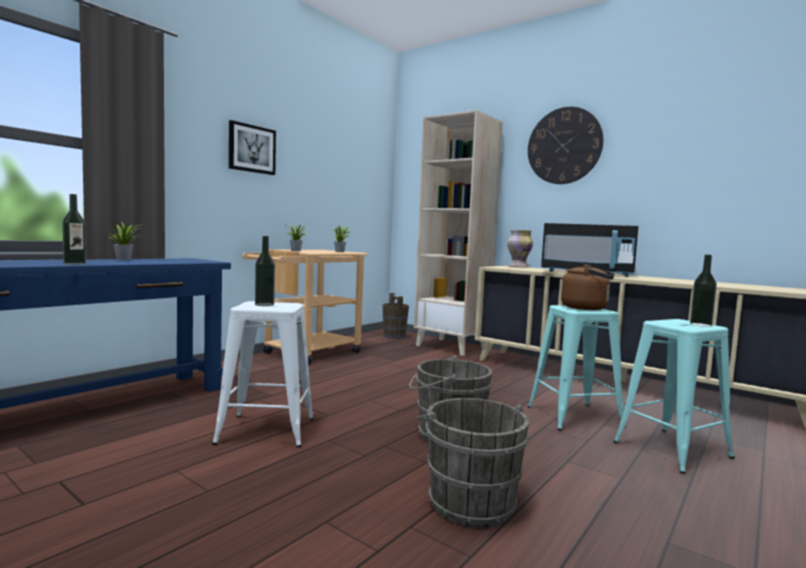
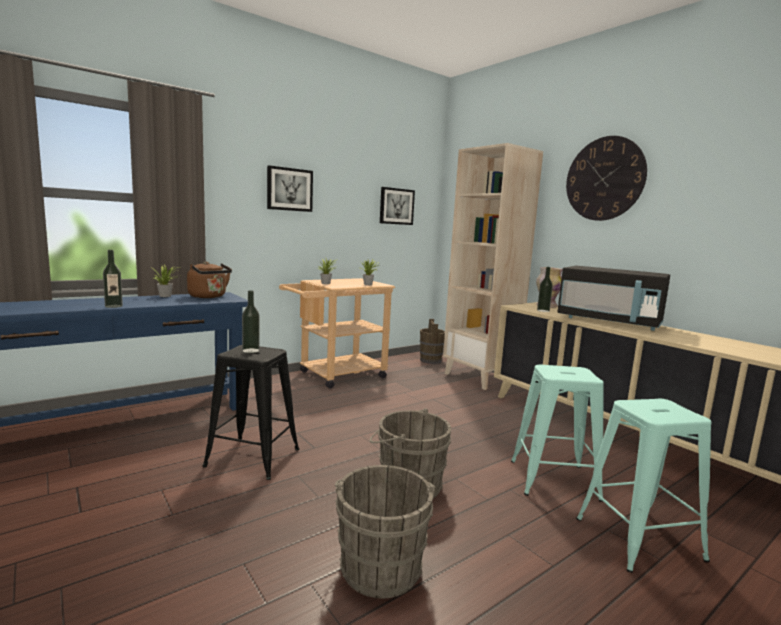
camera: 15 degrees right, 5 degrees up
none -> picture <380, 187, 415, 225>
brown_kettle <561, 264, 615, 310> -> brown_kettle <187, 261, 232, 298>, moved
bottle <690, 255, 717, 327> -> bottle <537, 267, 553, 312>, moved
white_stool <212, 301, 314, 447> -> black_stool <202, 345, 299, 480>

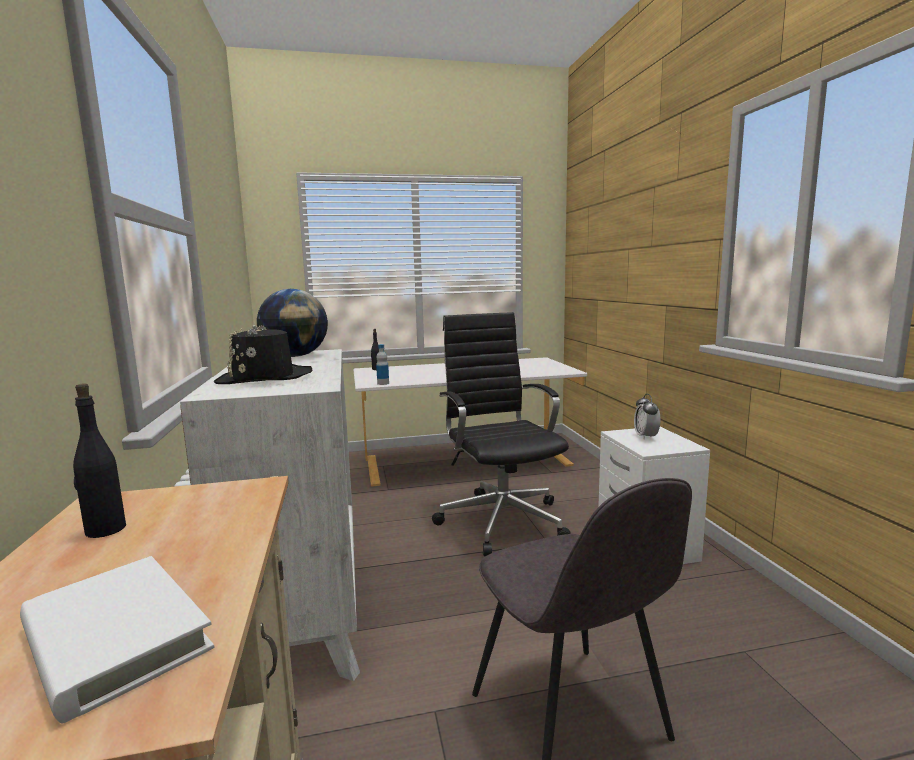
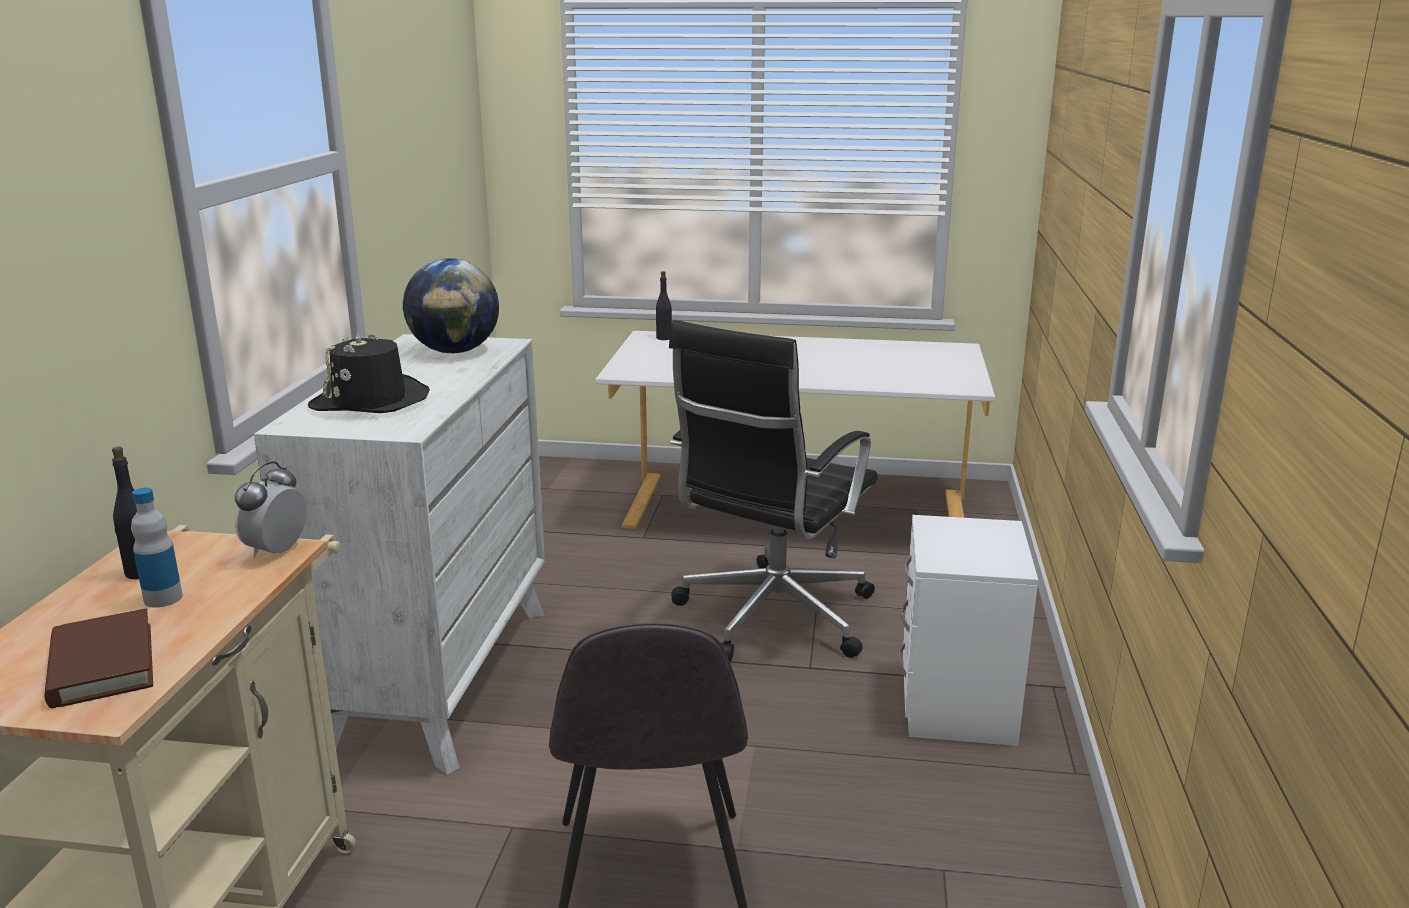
camera: 20 degrees right, 10 degrees up
bottle <376, 344, 389, 385> -> bottle <131, 488, 183, 608>, moved
alarm_clock <634, 394, 661, 440> -> alarm_clock <235, 461, 307, 558>, moved
white_book <20, 556, 215, 723> -> brown_book <44, 608, 153, 708>
black_office_chair <432, 312, 571, 556> -> black_office_chair <669, 320, 878, 662>, 150 degrees counterclockwise

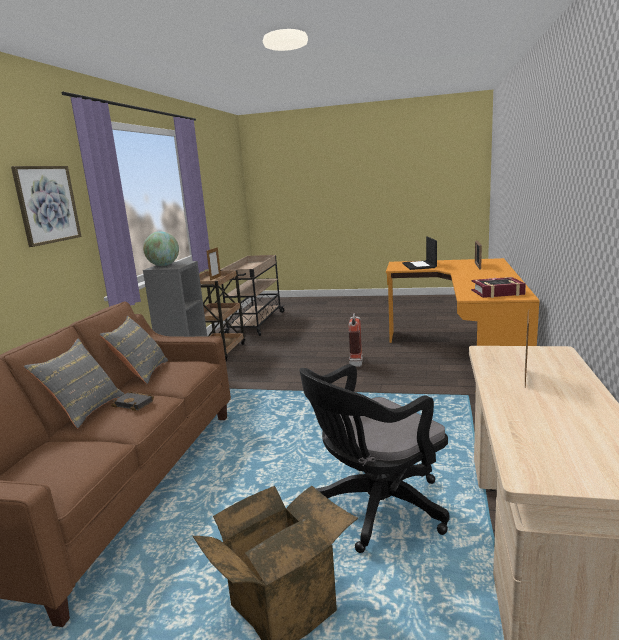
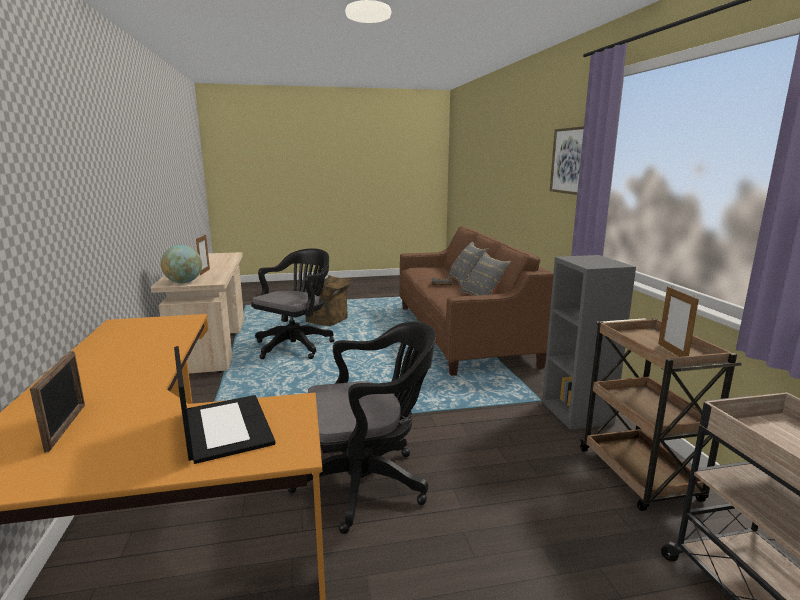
camera: 155 degrees right, 0 degrees up
book <471, 277, 526, 298> -> none
globe <143, 231, 179, 266> -> globe <161, 245, 202, 283>, moved
fire_extinguisher <349, 313, 363, 367> -> black_office_chair <287, 322, 436, 534>

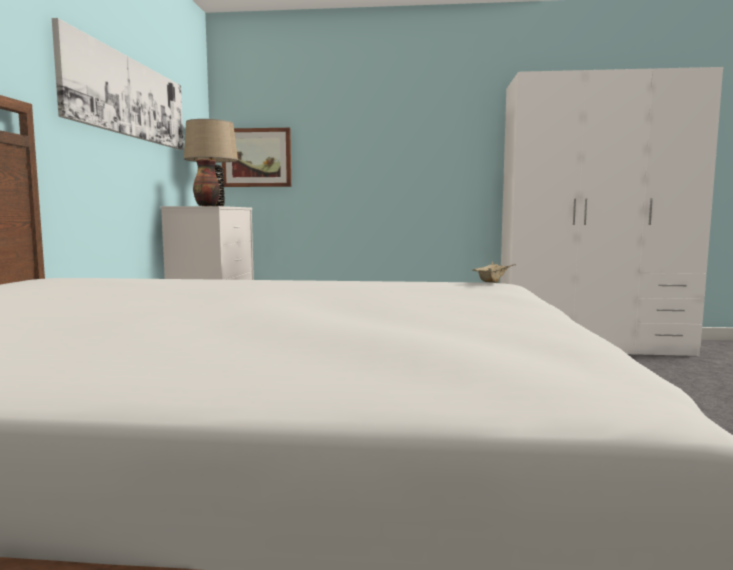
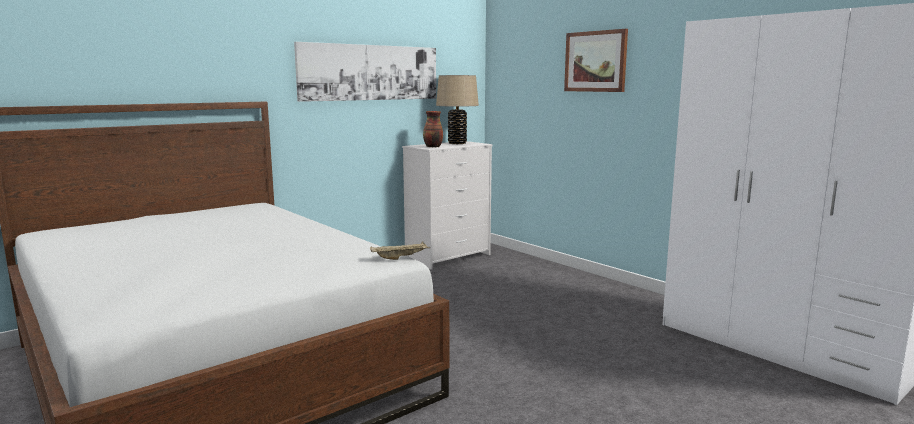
camera: 45 degrees right, 5 degrees up
picture <222, 128, 291, 187> -> picture <564, 29, 628, 92>, moved

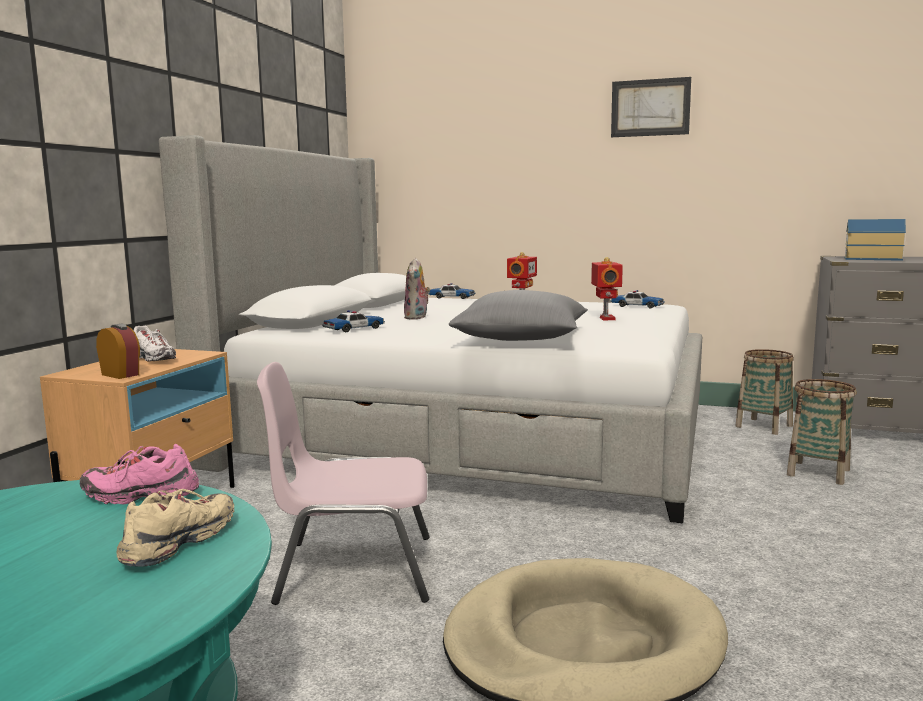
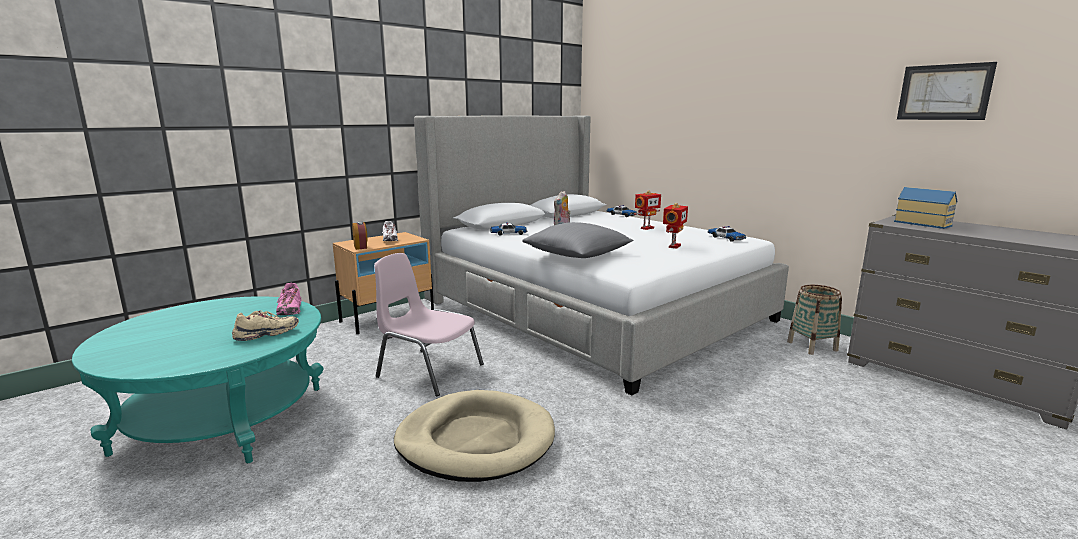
camera: 30 degrees right, 5 degrees up
basket <787, 379, 857, 485> -> none
picture <611, 77, 691, 137> -> picture <897, 62, 997, 120>, moved
pink_shoe <80, 444, 199, 504> -> pink_shoe <276, 283, 301, 315>, 135 degrees counterclockwise

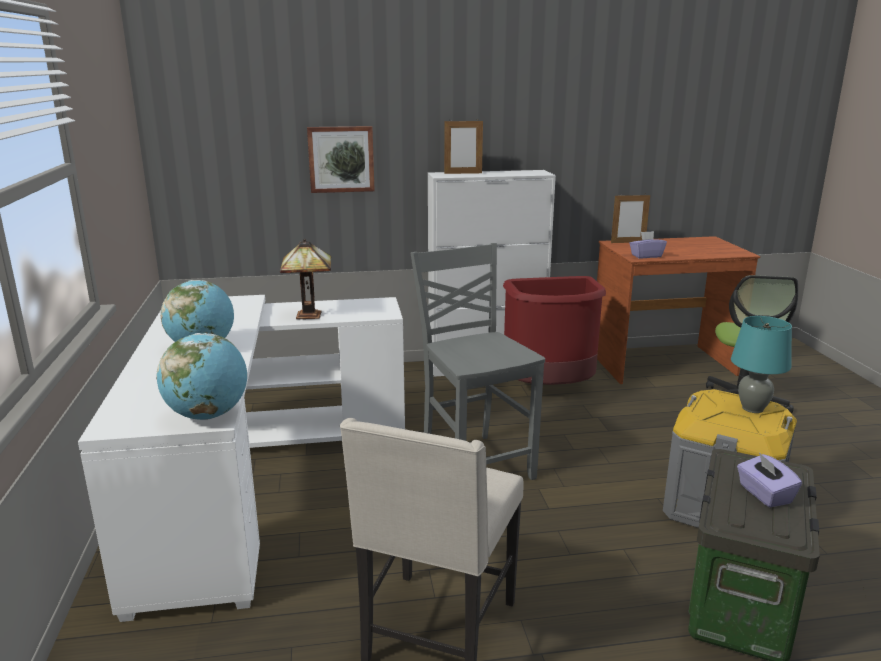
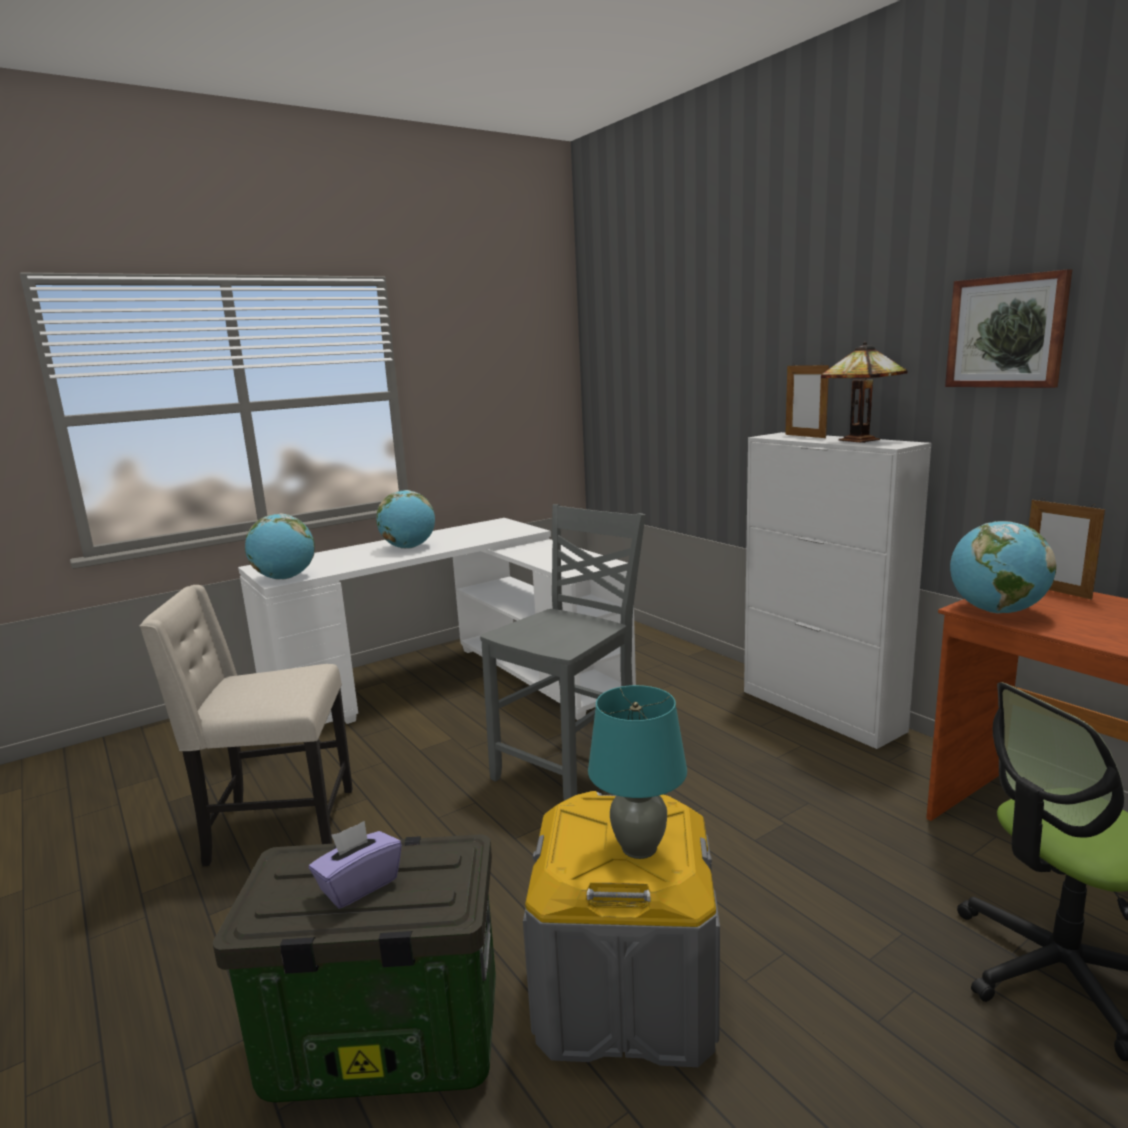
camera: 65 degrees right, 5 degrees down
red_trash_can <503, 276, 606, 385> -> none
table_lamp <280, 239, 331, 319> -> table_lamp <821, 341, 908, 443>, moved
picture <307, 126, 375, 193> -> picture <945, 269, 1072, 388>, moved
purple_tissue_box <629, 231, 667, 258> -> globe <950, 521, 1056, 614>

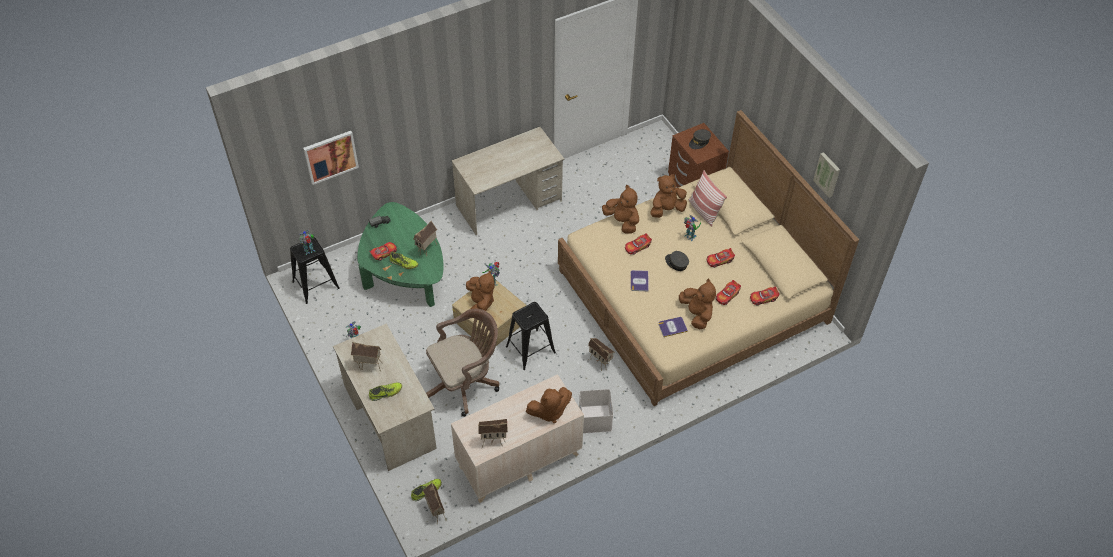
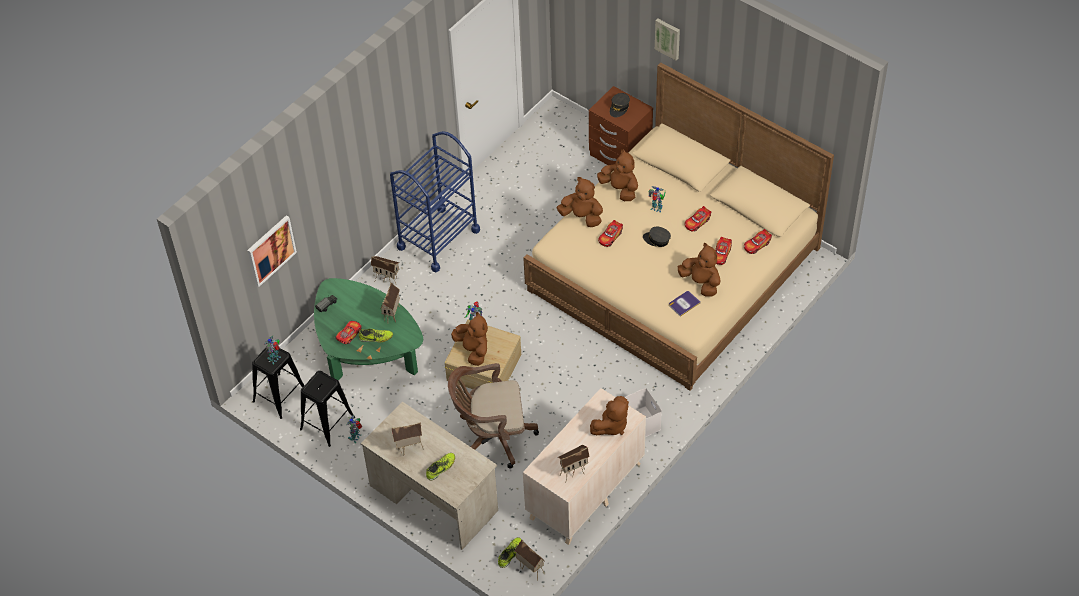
camera: 20 degrees left, 0 degrees up
book <631, 270, 649, 291> -> none
pillow <688, 170, 727, 226> -> none
black_stool <506, 302, 556, 370> -> black_stool <300, 371, 355, 447>, moved
toy_house <588, 338, 615, 371> -> toy_house <371, 256, 400, 284>, moved
picture <813, 152, 840, 198> -> picture <655, 19, 680, 60>, moved
beige_desk <452, 127, 564, 235> -> blue_cart <390, 131, 480, 272>
brown_office_chair <426, 309, 499, 417> -> brown_office_chair <448, 363, 539, 469>, 135 degrees counterclockwise
brown_plush_toy <650, 174, 687, 218> -> brown_plush_toy <597, 149, 638, 201>, 90 degrees clockwise

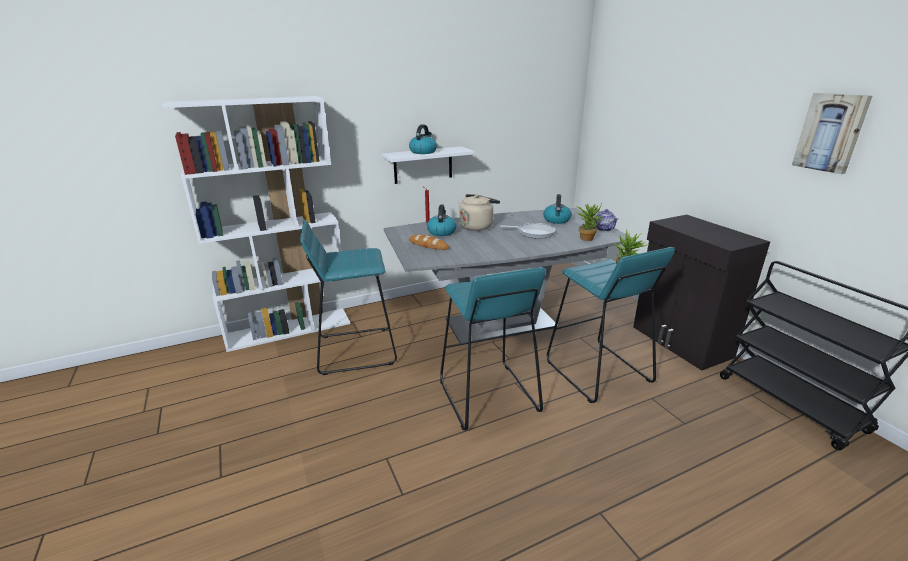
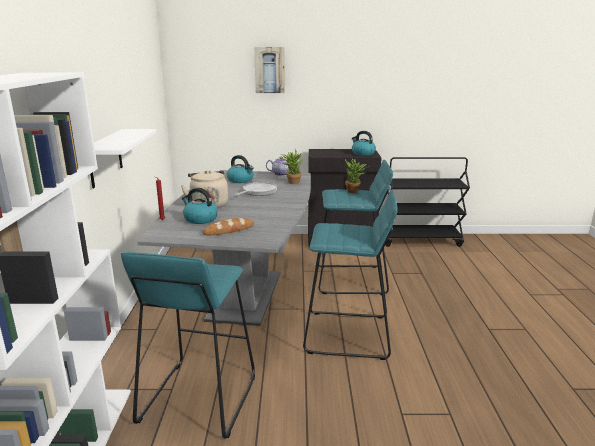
camera: 65 degrees left, 5 degrees down
kettle <409, 124, 437, 154> -> kettle <352, 131, 376, 156>, moved
picture <792, 93, 872, 174> -> picture <254, 47, 285, 93>, moved

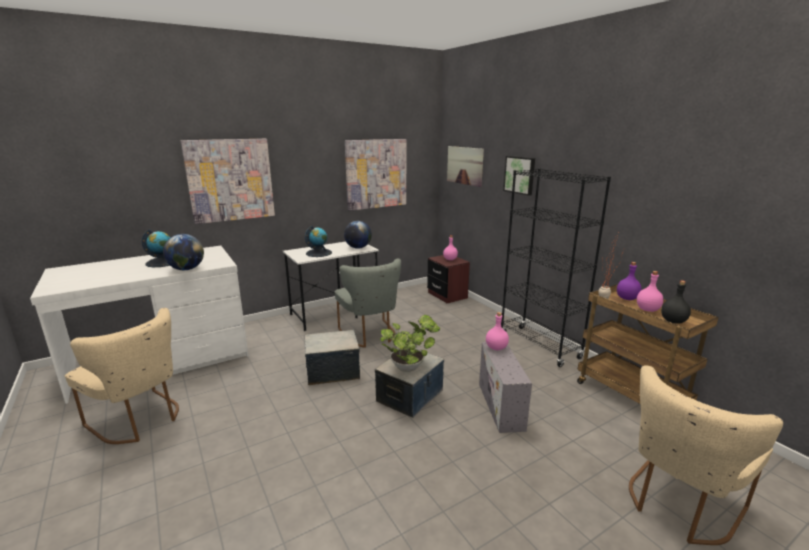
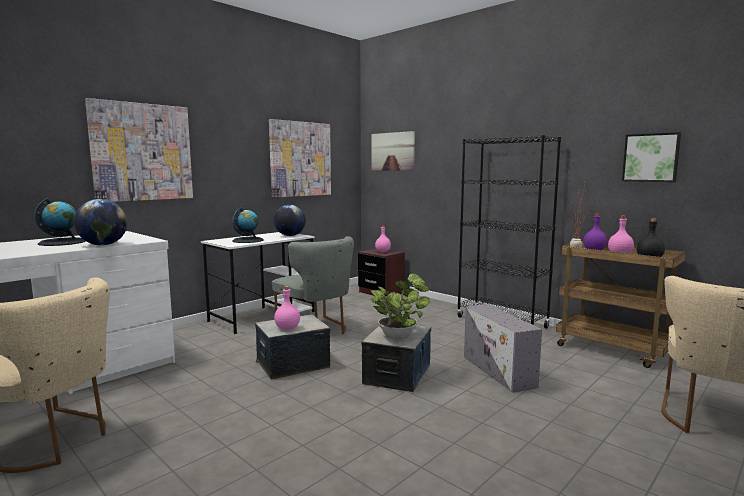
camera: 15 degrees left, 10 degrees down
pink_bottle <486, 312, 509, 350> -> pink_bottle <274, 286, 300, 330>, moved
picture <503, 156, 535, 196> -> picture <622, 132, 681, 182>, moved

